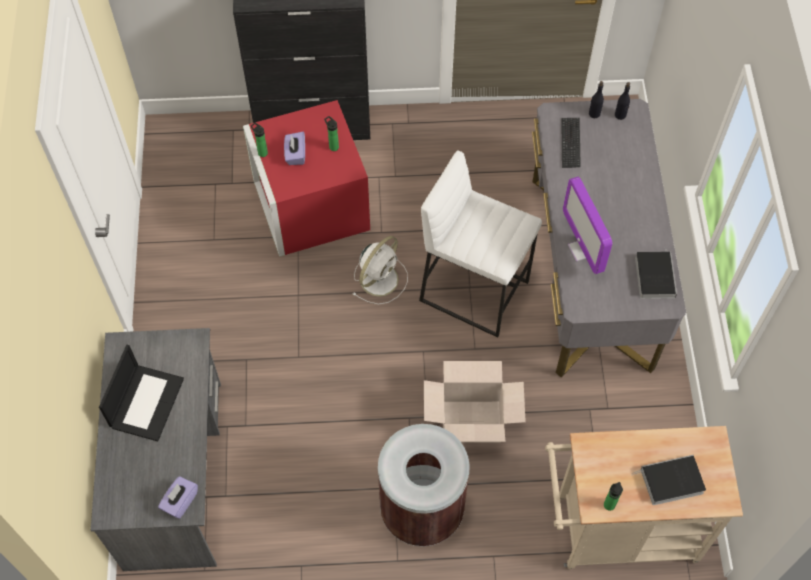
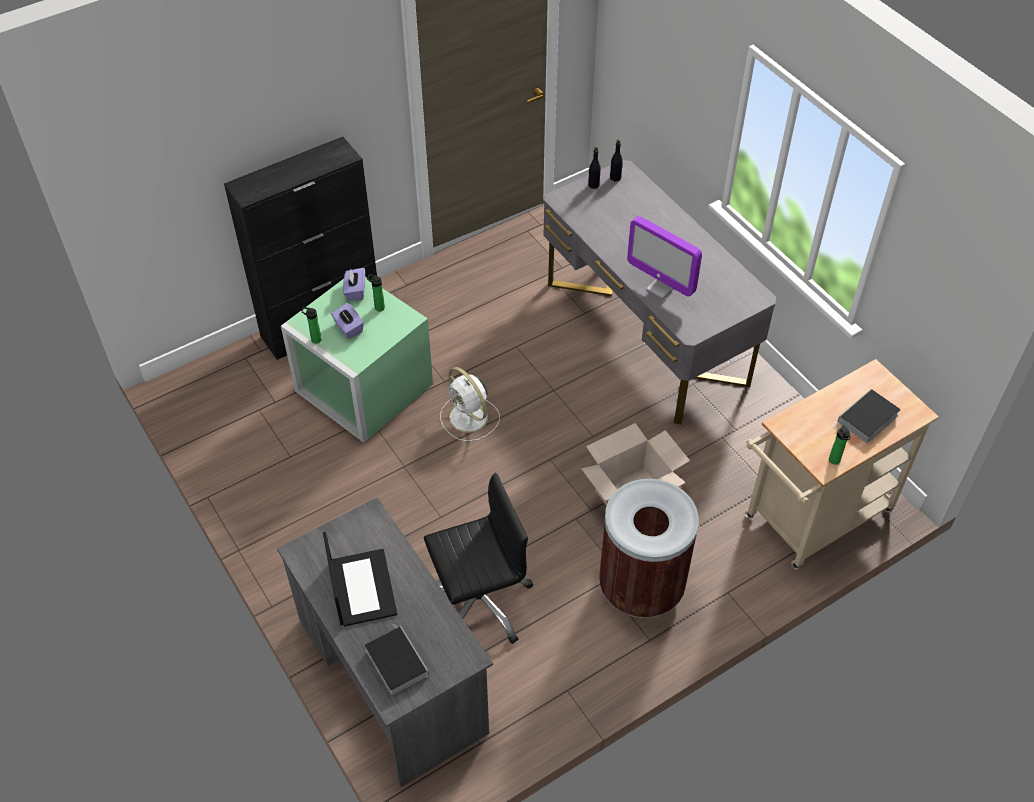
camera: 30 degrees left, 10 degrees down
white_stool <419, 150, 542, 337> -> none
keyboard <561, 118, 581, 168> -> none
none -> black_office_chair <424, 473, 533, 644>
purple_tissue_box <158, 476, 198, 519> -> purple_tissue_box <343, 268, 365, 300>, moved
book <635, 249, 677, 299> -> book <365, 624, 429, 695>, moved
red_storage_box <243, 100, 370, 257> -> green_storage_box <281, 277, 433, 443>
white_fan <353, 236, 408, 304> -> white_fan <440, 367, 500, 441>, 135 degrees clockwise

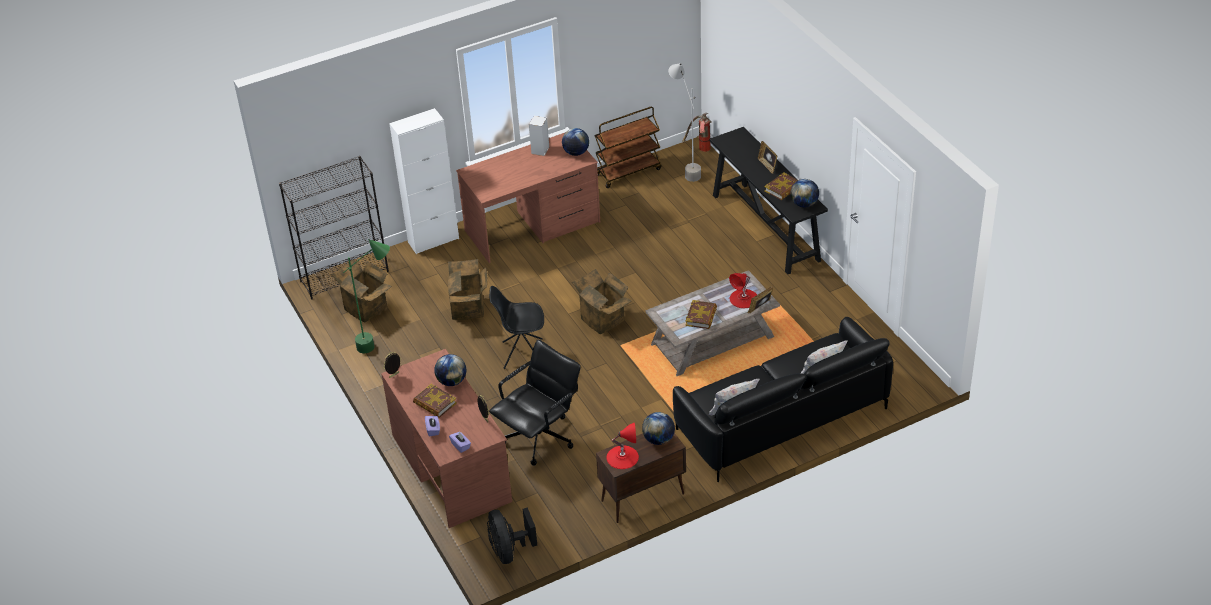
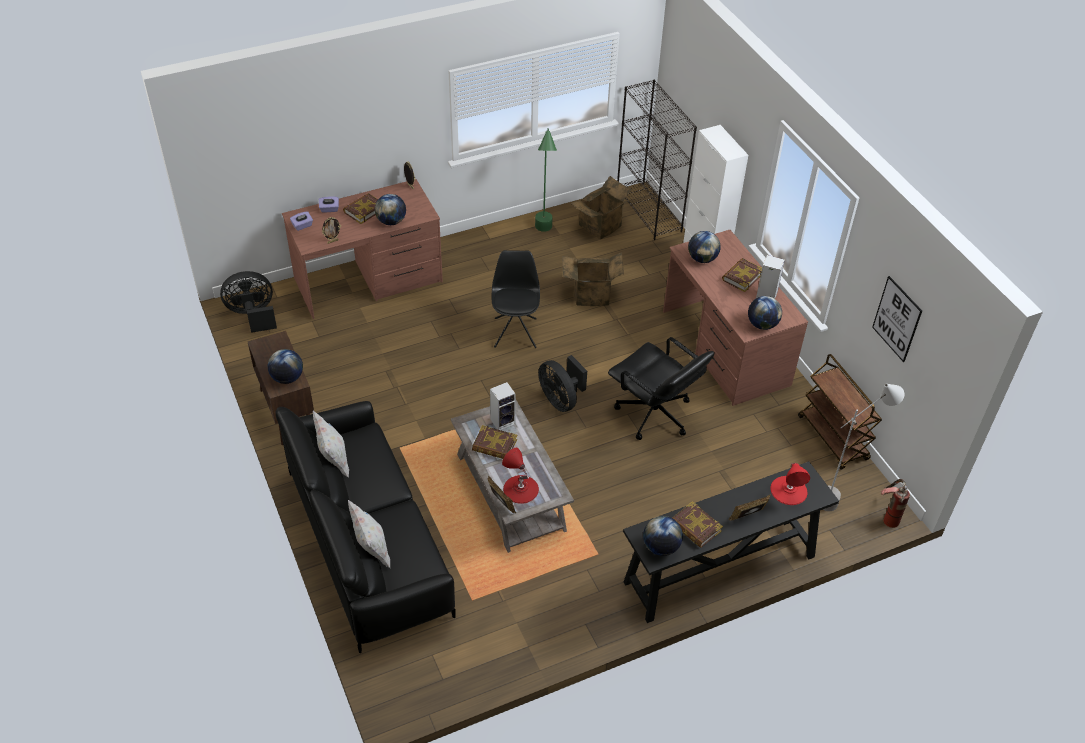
camera: 90 degrees right, 5 degrees up
none -> speaker <490, 382, 516, 430>
none -> globe <688, 231, 721, 263>
none -> book <722, 258, 762, 292>
none -> picture <872, 276, 922, 362>
black_office_chair <489, 340, 581, 466> -> black_office_chair <608, 337, 715, 440>, moved
red_table_lamp <607, 423, 639, 469> -> red_table_lamp <771, 463, 810, 505>, moved
cardboard_box <572, 269, 631, 334> -> black_fan <538, 355, 587, 412>

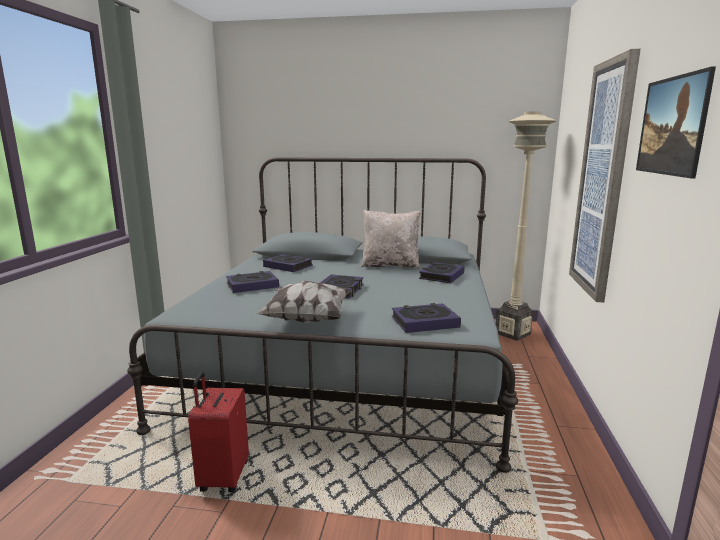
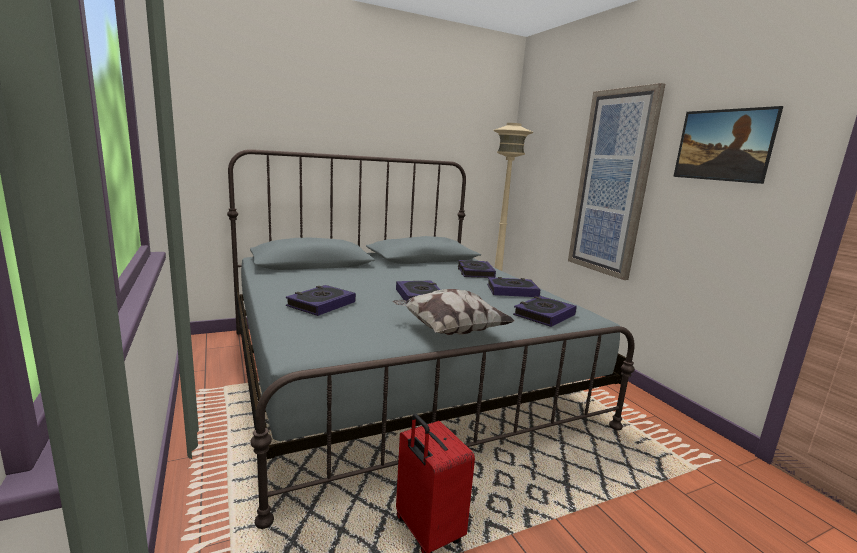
camera: 35 degrees left, 0 degrees up
beige_pillow <361, 210, 421, 269> -> none
book <263, 254, 313, 272> -> book <487, 277, 540, 297>, moved

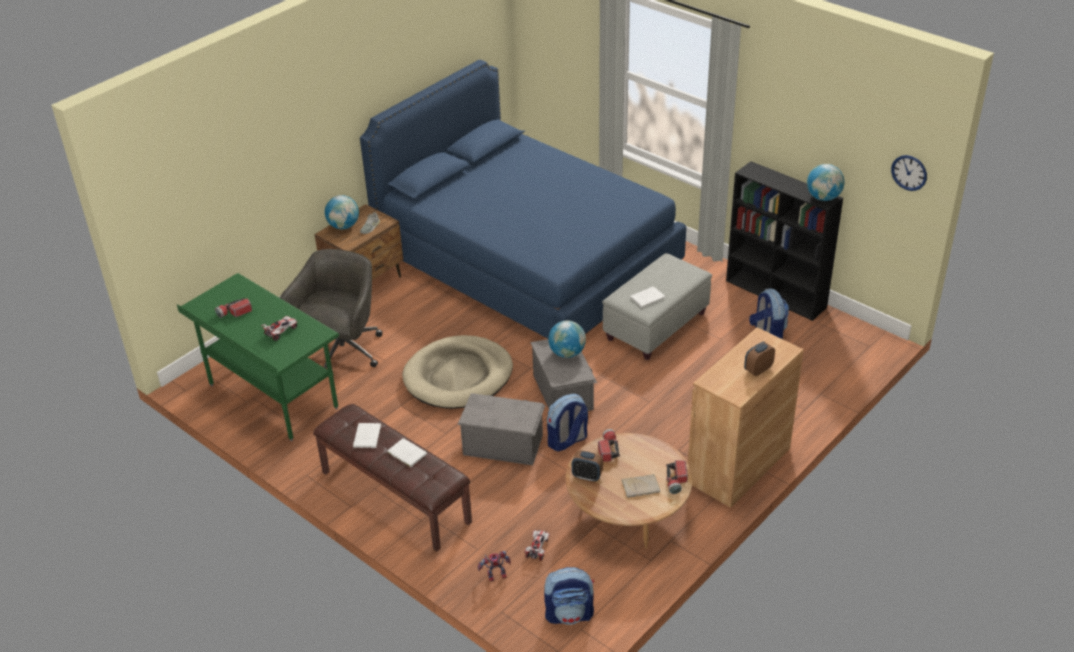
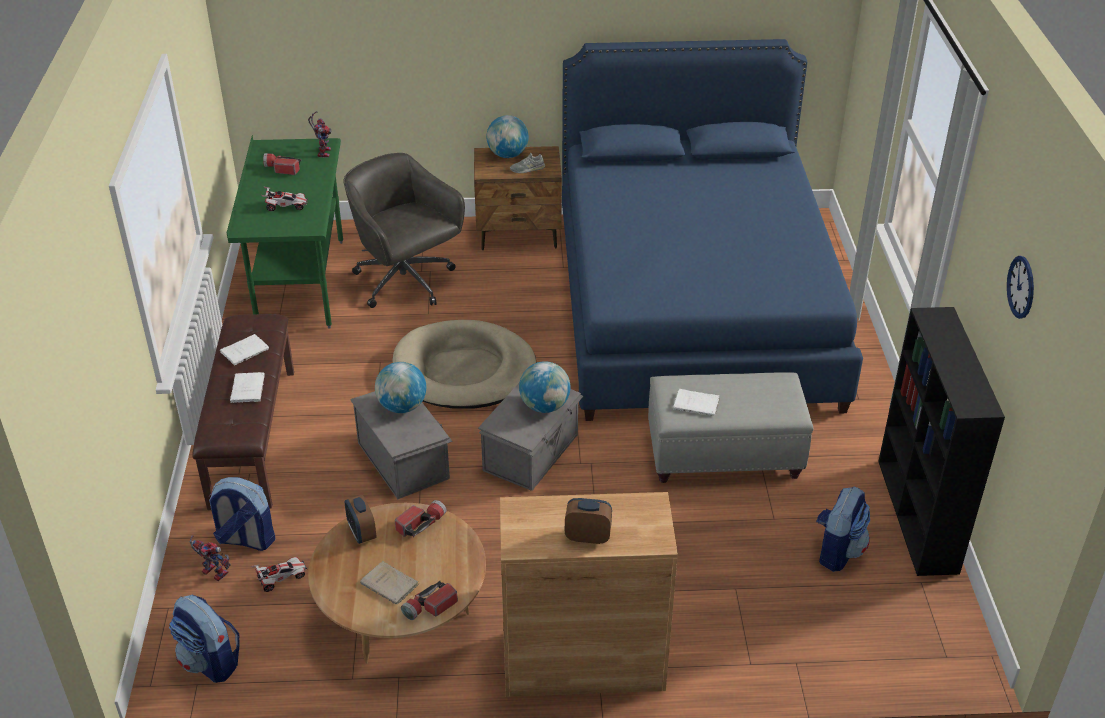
camera: 45 degrees right, 0 degrees up
none -> toy_robot <308, 111, 332, 157>
backpack <547, 394, 588, 451> -> backpack <209, 477, 275, 551>, moved
globe <807, 164, 844, 201> -> globe <375, 362, 426, 413>, moved
wall_clock <891, 155, 927, 191> -> wall_clock <1007, 256, 1034, 319>, moved
grey_office_chair <280, 249, 382, 369> -> grey_office_chair <343, 153, 465, 308>, 105 degrees counterclockwise

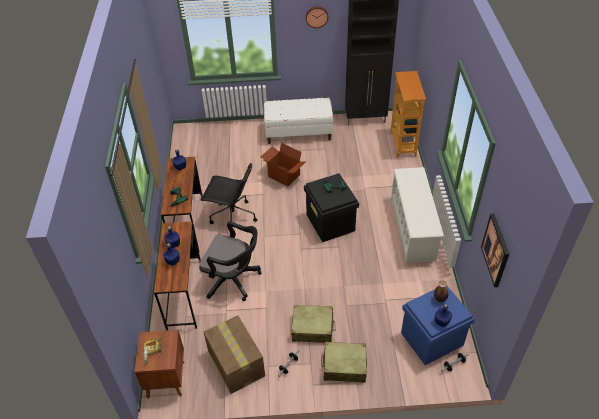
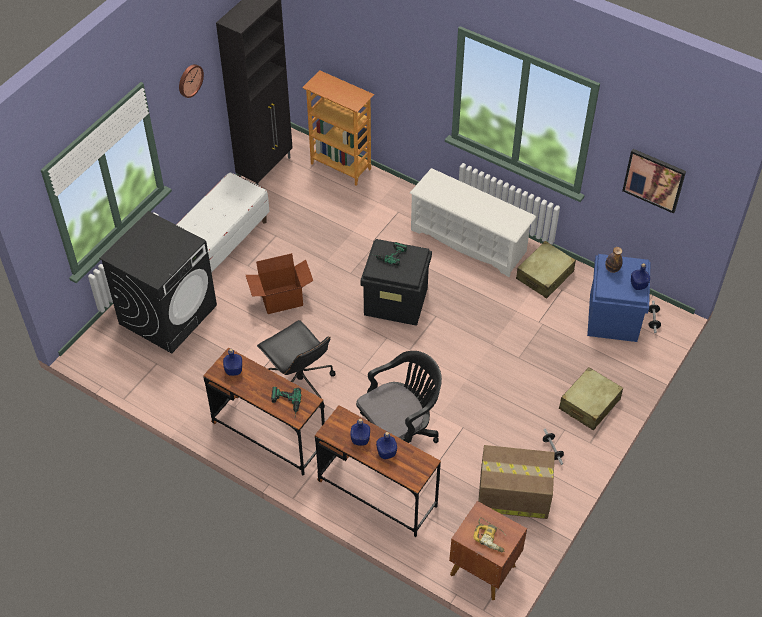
camera: 55 degrees left, 5 degrees up
none -> black_washing_machine <99, 211, 217, 354>
beige_suitcase <291, 305, 335, 343> -> beige_suitcase <516, 241, 576, 299>, moved
black_office_chair <201, 163, 257, 234> -> black_office_chair <257, 320, 336, 408>, 90 degrees clockwise

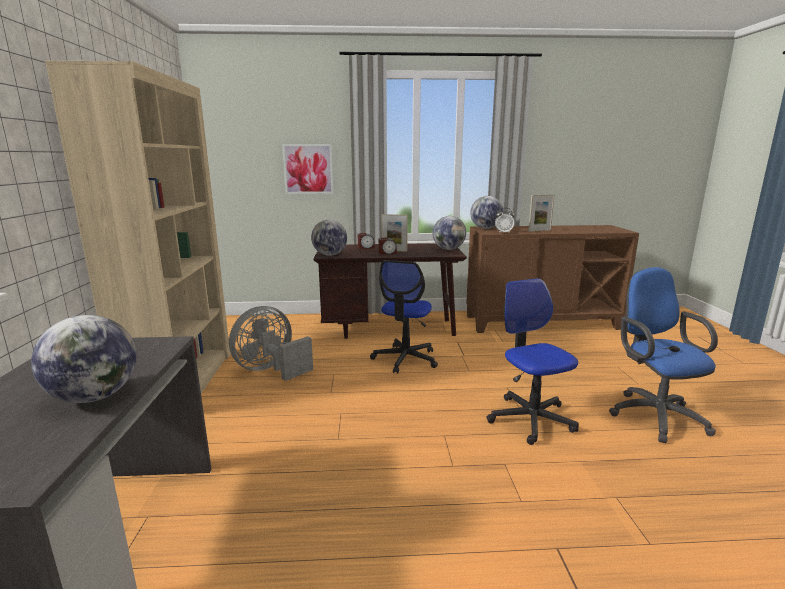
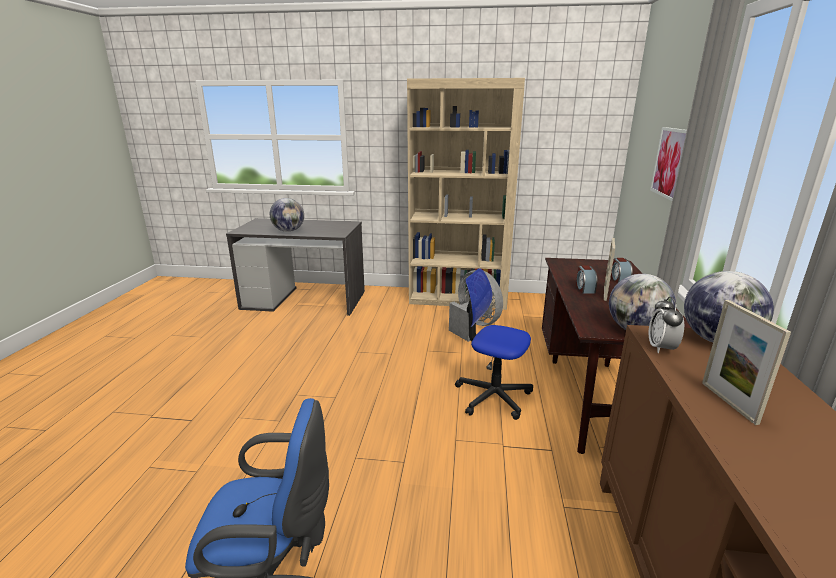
camera: 100 degrees right, 5 degrees up
globe <311, 220, 347, 256> -> none
office_chair <486, 278, 579, 445> -> none

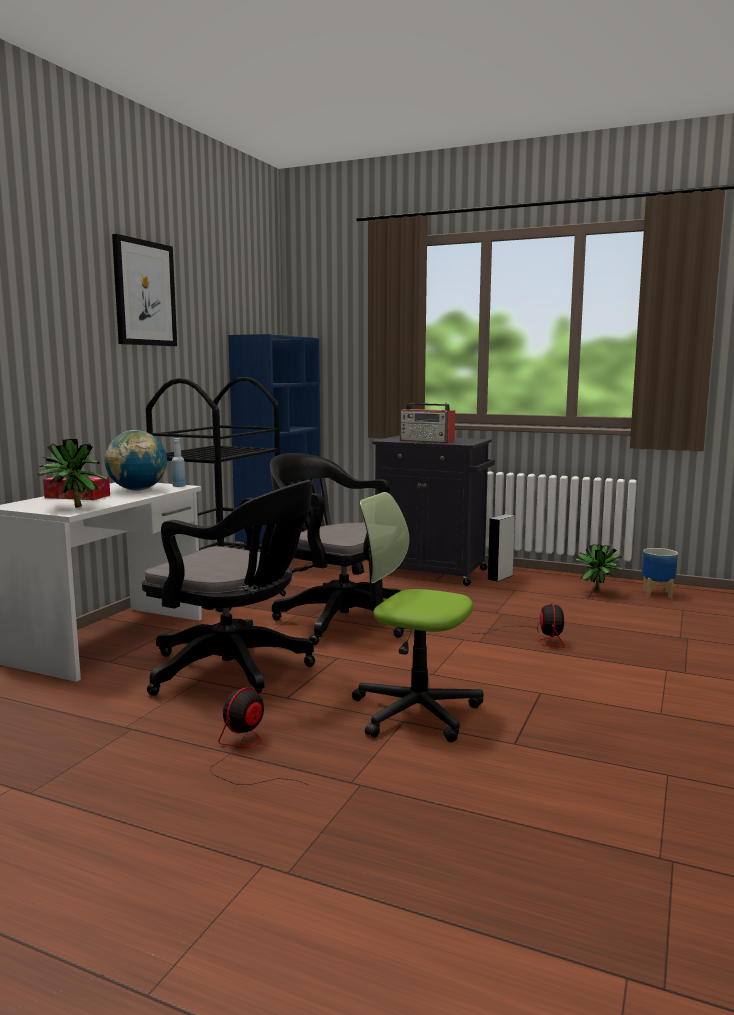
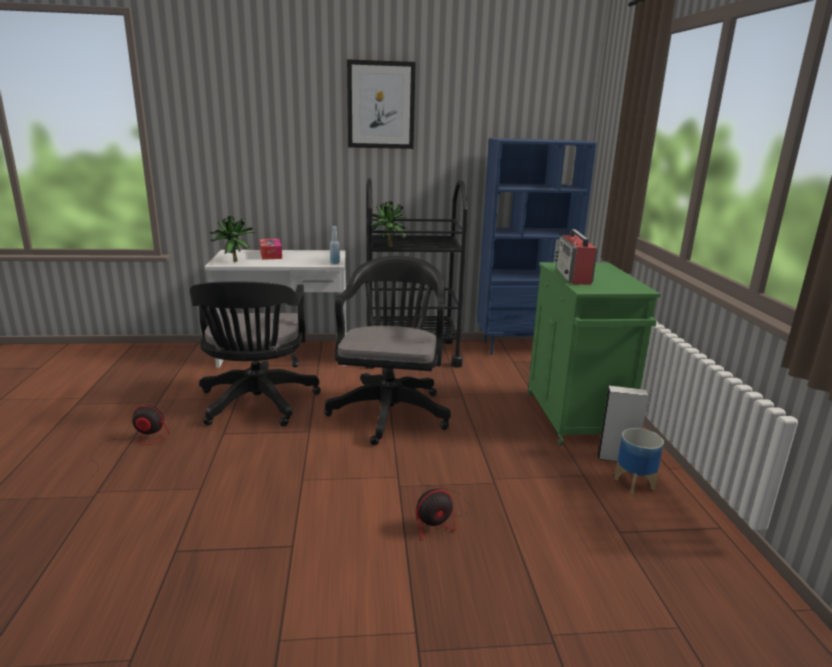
camera: 60 degrees right, 10 degrees up
globe <105, 430, 167, 491> -> none
office_chair <352, 492, 484, 742> -> none
potted_plant <574, 543, 624, 592> -> potted_plant <371, 202, 408, 247>, moved
planter <642, 548, 678, 598> -> planter <614, 428, 664, 495>, moved
black_cabinet <372, 436, 495, 586> -> green_cabinet <528, 262, 661, 446>

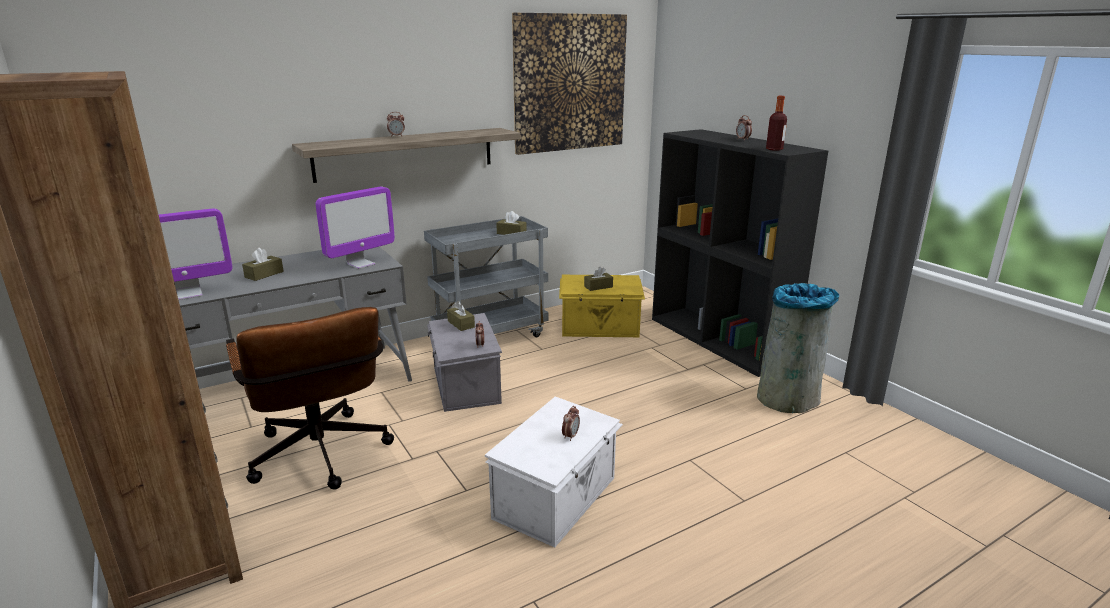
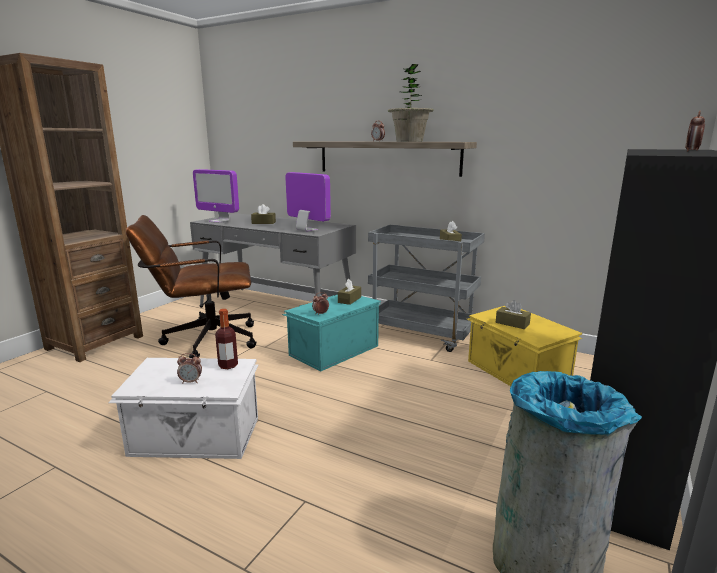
camera: 60 degrees right, 5 degrees down
picture <512, 13, 627, 155> -> none
none -> potted_plant <388, 64, 434, 142>
bottle <766, 96, 787, 151> -> bottle <215, 309, 238, 369>, moved
grey_storage_box <427, 313, 502, 412> -> turquoise_storage_box <282, 295, 381, 372>
brown_office_chair <226, 307, 394, 490> -> brown_office_chair <126, 215, 256, 358>, 45 degrees clockwise
monitor <316, 186, 395, 269> -> monitor <285, 172, 331, 232>, 150 degrees counterclockwise

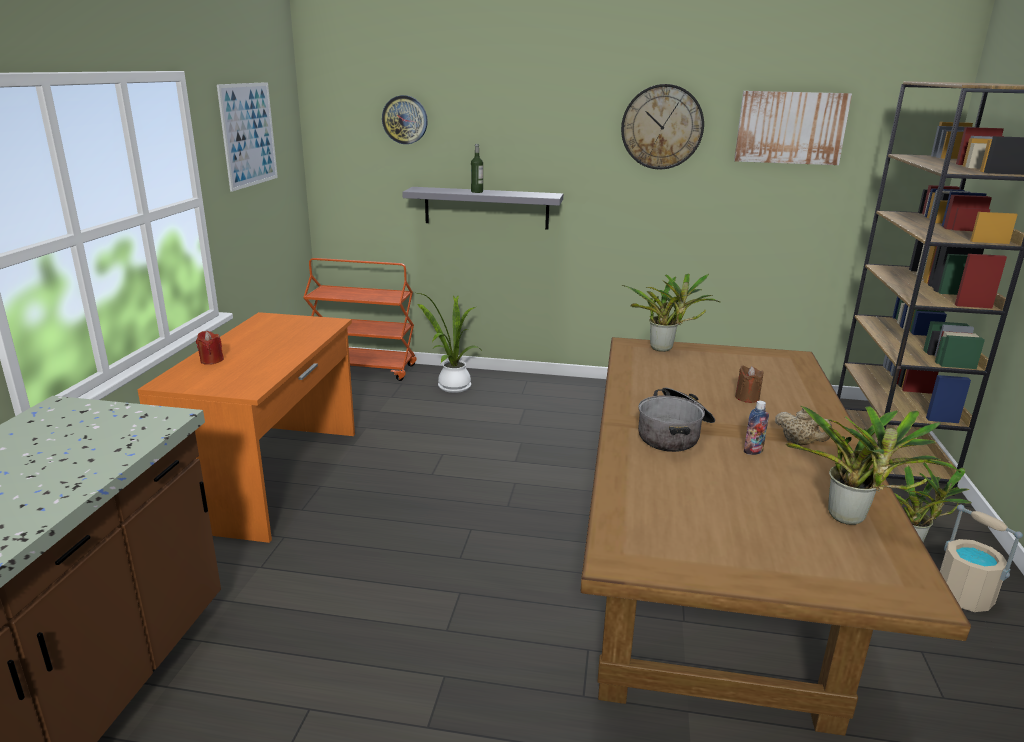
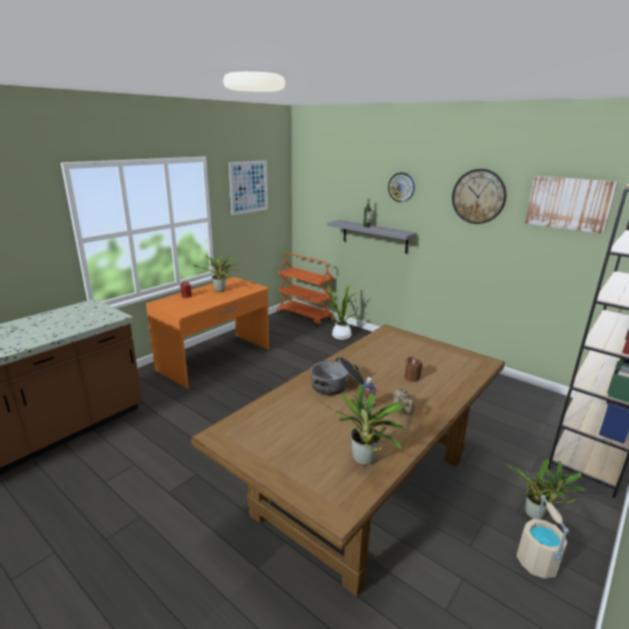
camera: 30 degrees right, 0 degrees up
wall_clock <382, 95, 428, 144> -> wall_clock <388, 172, 415, 202>, moved
potted_plant <622, 274, 720, 352> -> potted_plant <194, 254, 238, 292>, moved

